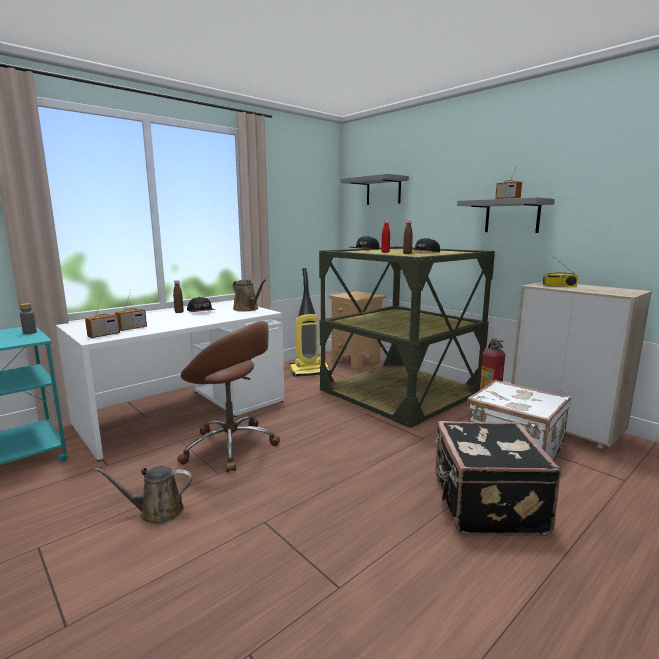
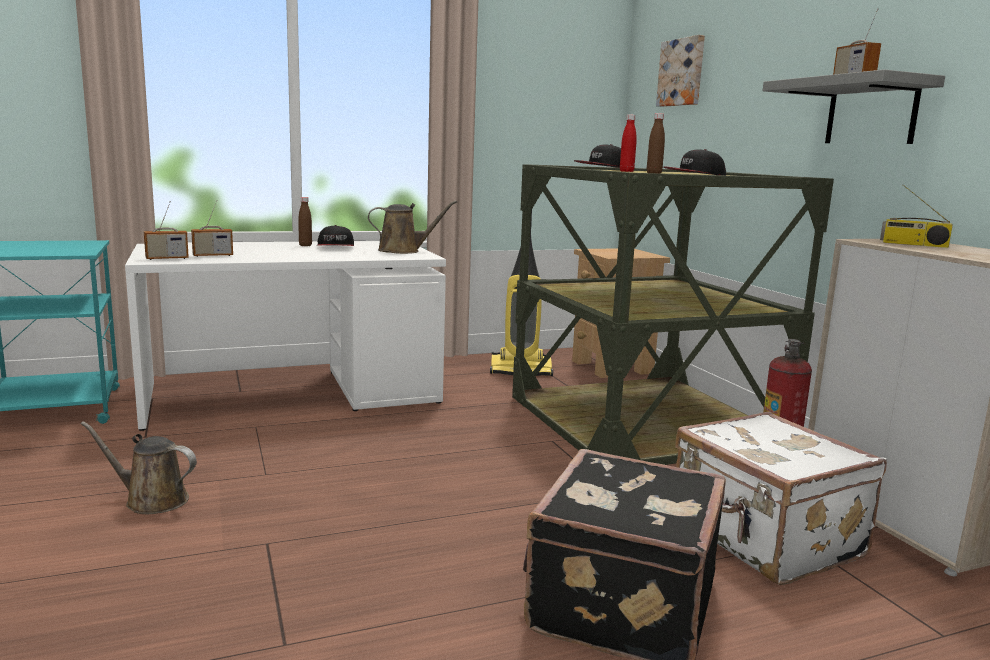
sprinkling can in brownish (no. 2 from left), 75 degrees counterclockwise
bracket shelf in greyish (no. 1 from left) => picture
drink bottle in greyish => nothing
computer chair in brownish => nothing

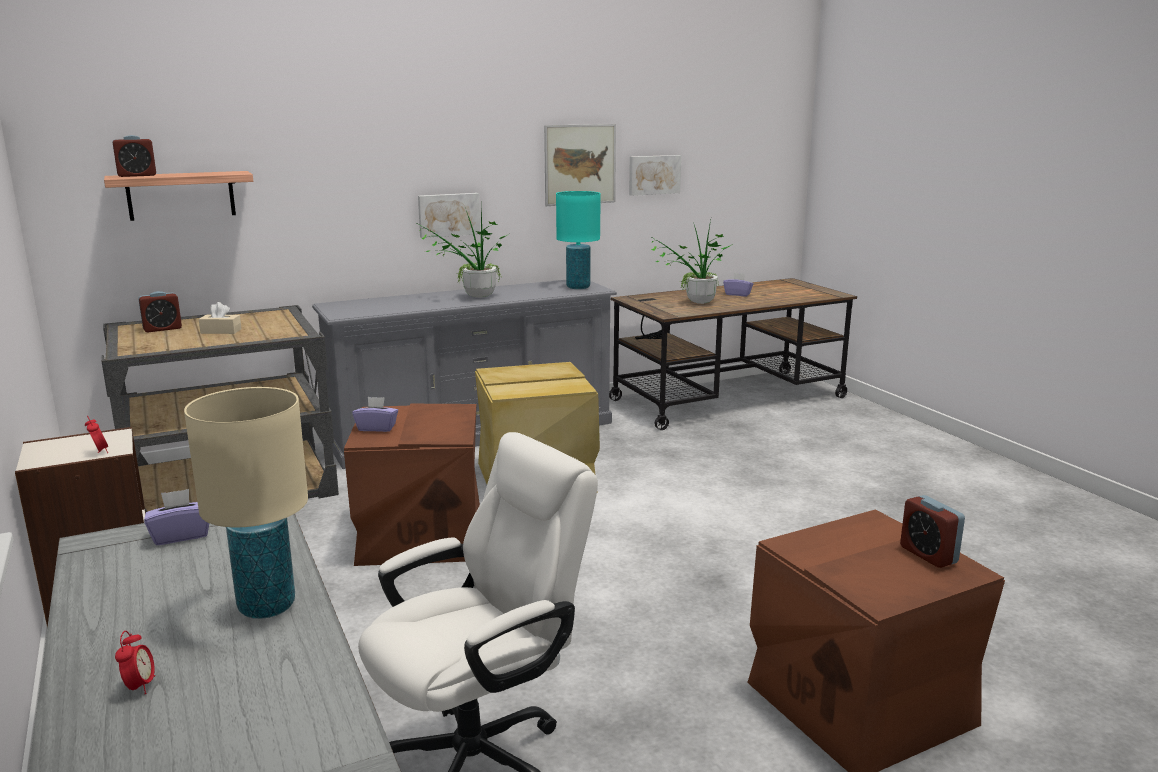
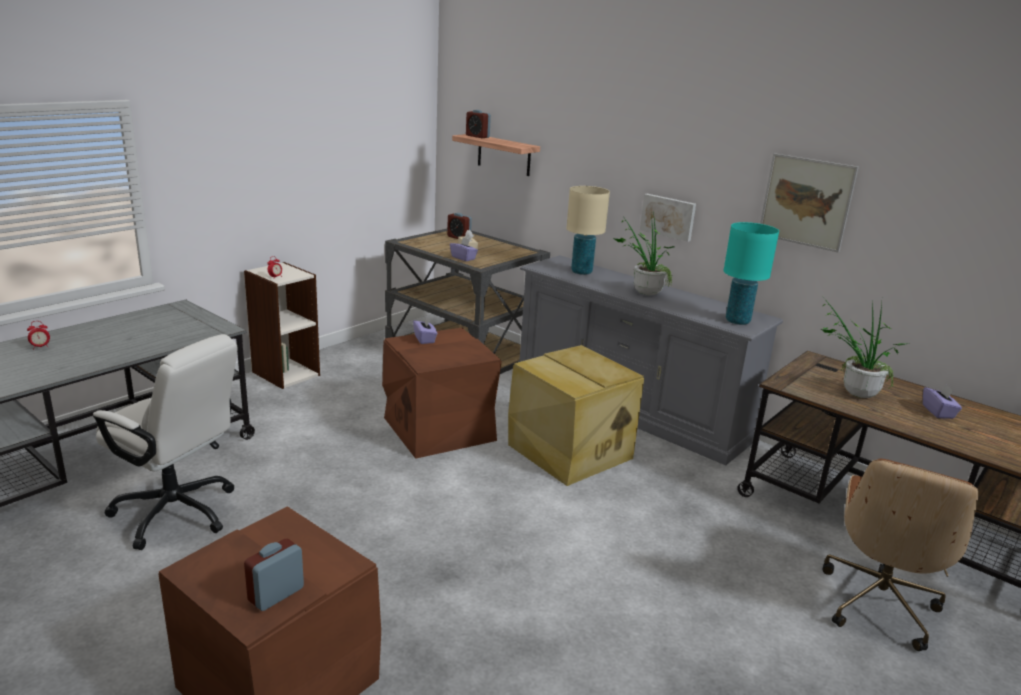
box of tissues in purple-coloured (no. 1 from left in the first image) => box of tissues in purple-coloured (no. 2 from left), relocated
lamp for a table in beige, relocated
nothing => computer chair in brownish
picture (no. 3 from left) => nothing

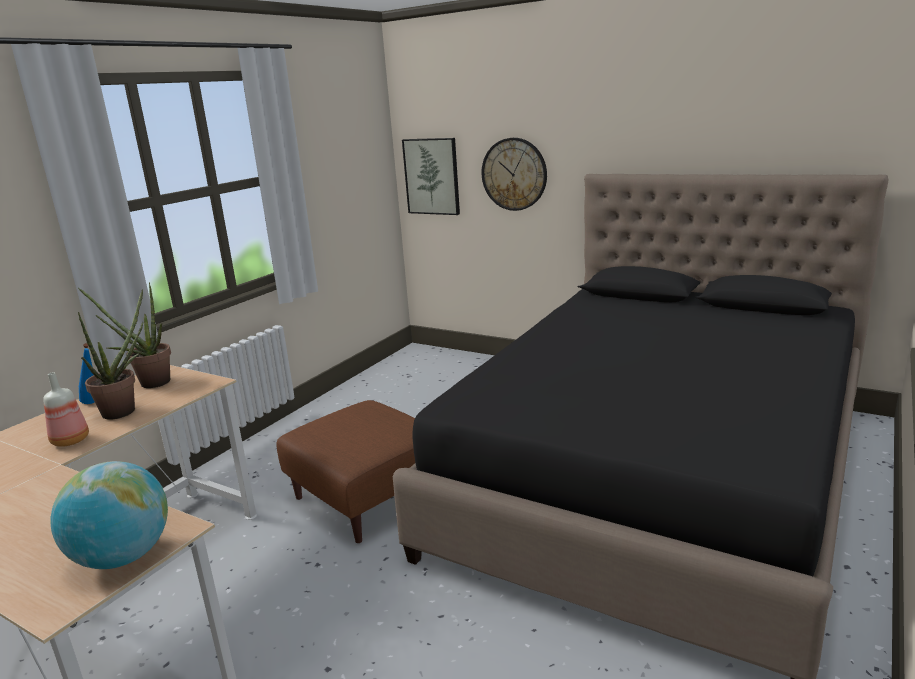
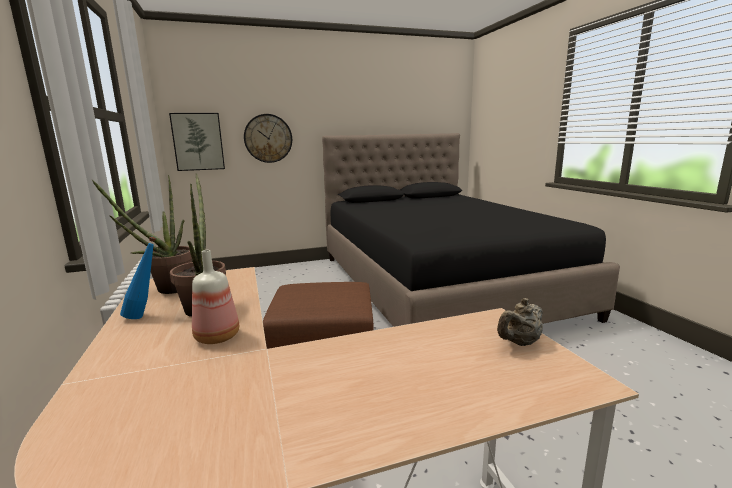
world globe => pot for tea in beige

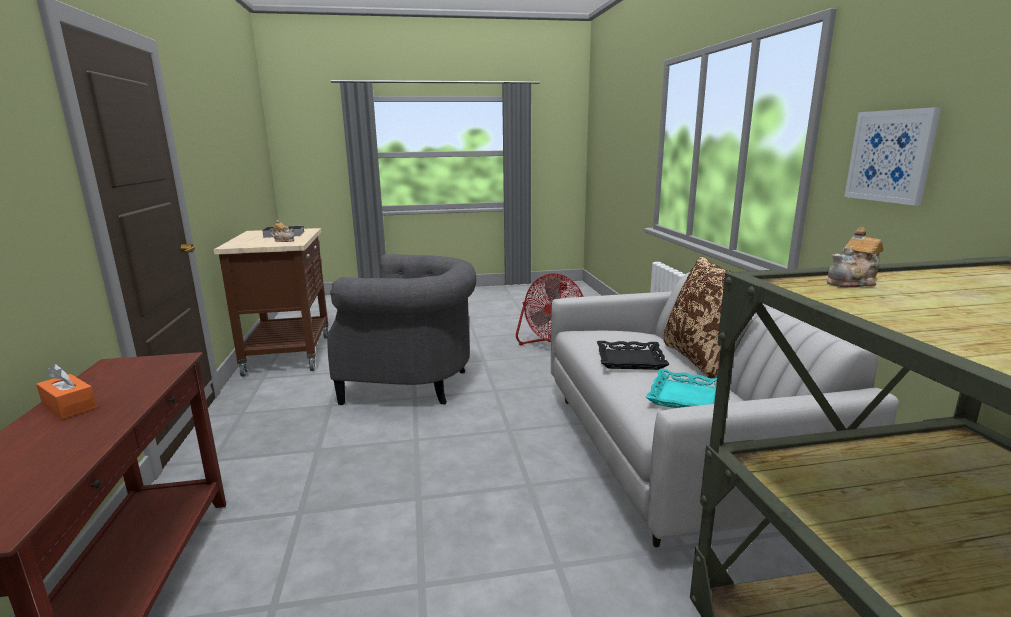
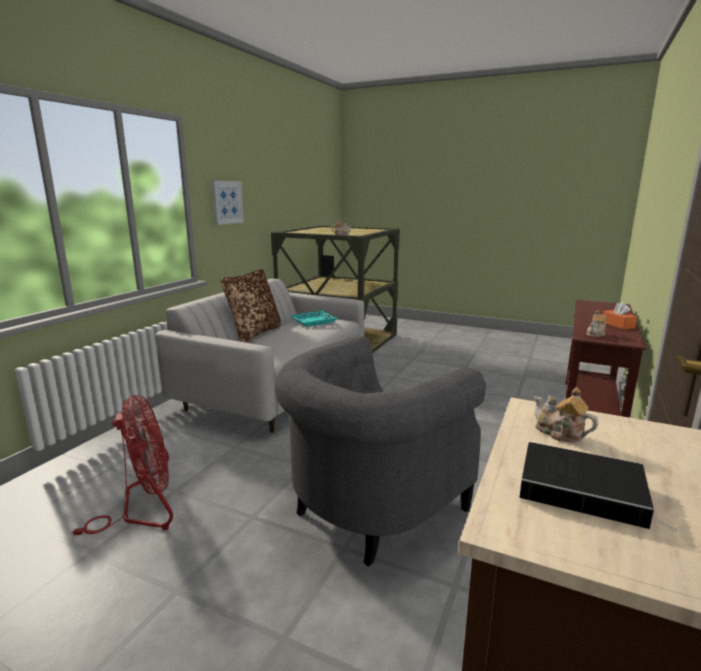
armchair in greyish, 90 degrees counterclockwise
nothing => pot for tea (no. 3 from left)
serving tray in black-coloured => nothing

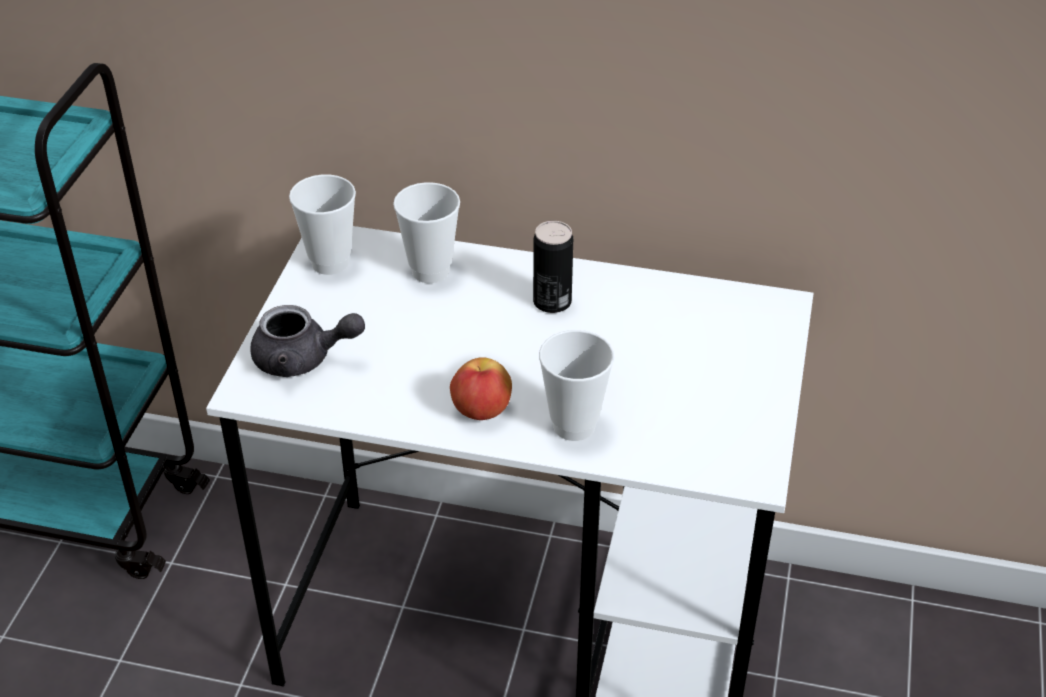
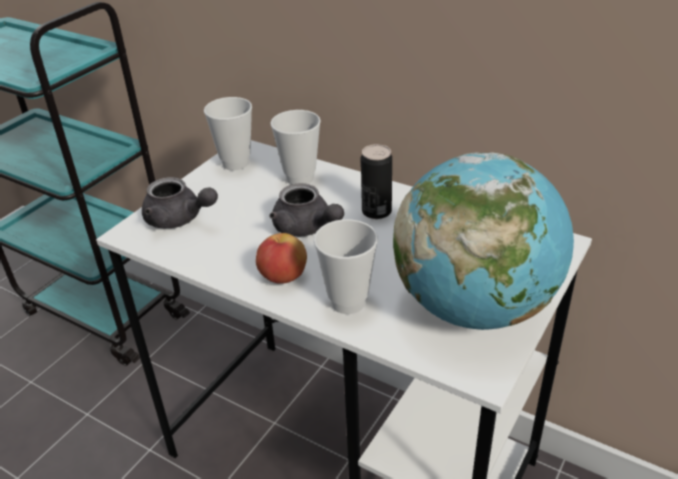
nothing => pot for tea in greyish (no. 2 from left)
nothing => world globe

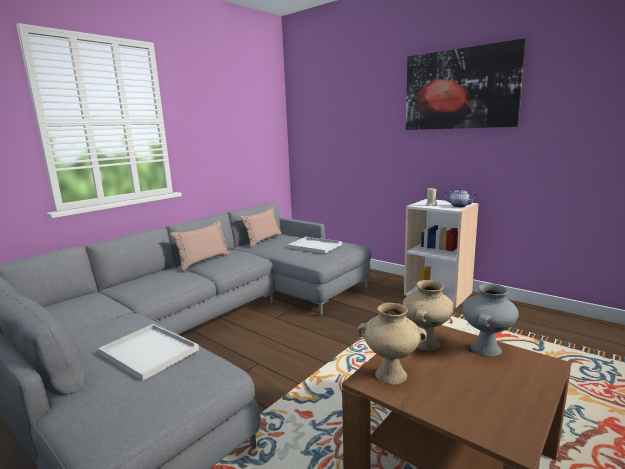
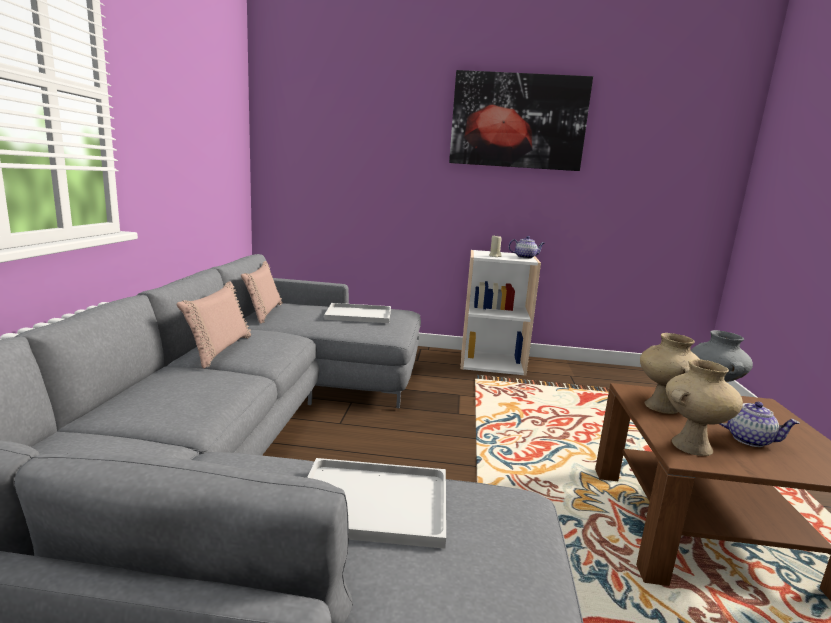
nothing => pot for tea (no. 2 from left)

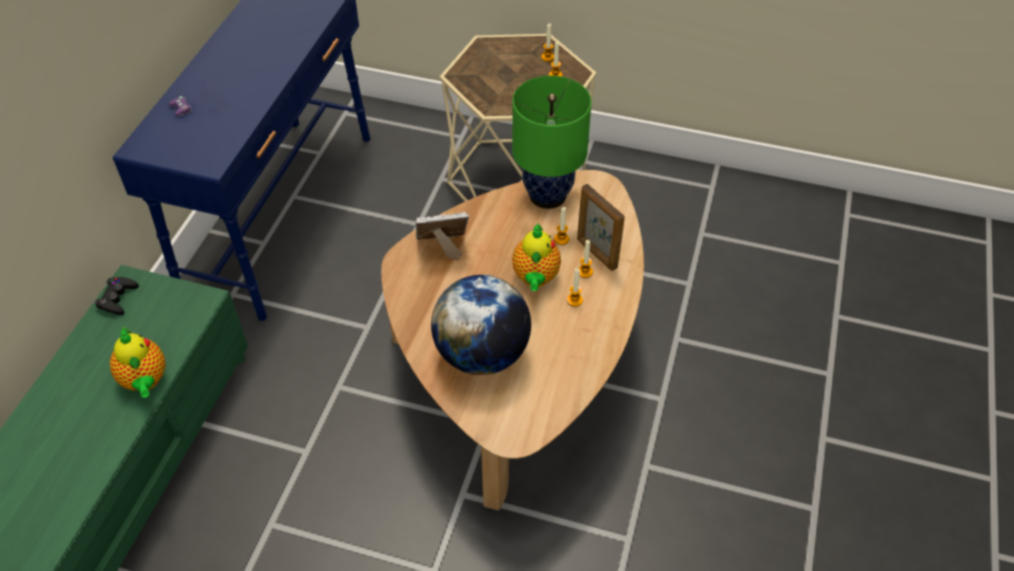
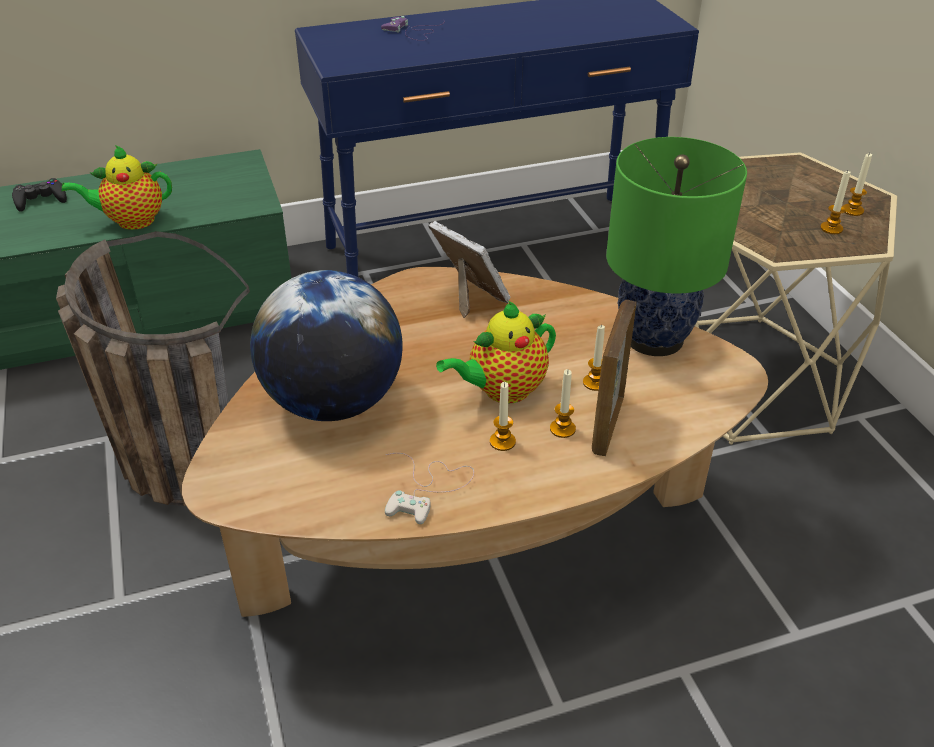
gamepad in black-coloured, relocated
nothing => basket
pot for tea (no. 1 from left), 45 degrees clockwise
nothing => gamepad in whitish

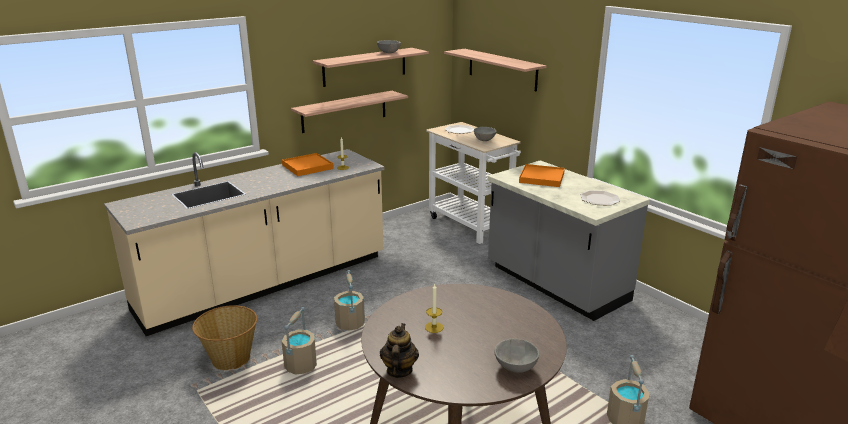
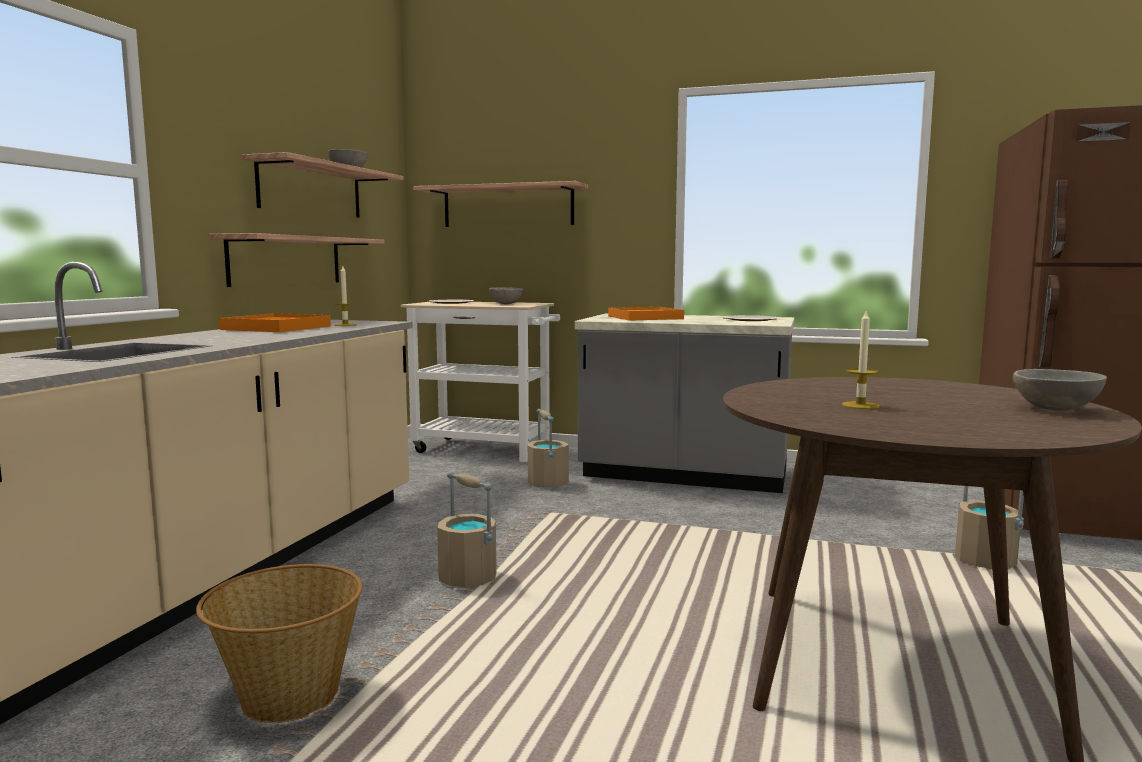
bucket in beige (no. 1 from left in the first image) => bucket in beige (no. 2 from left), relocated
pot for tea => nothing

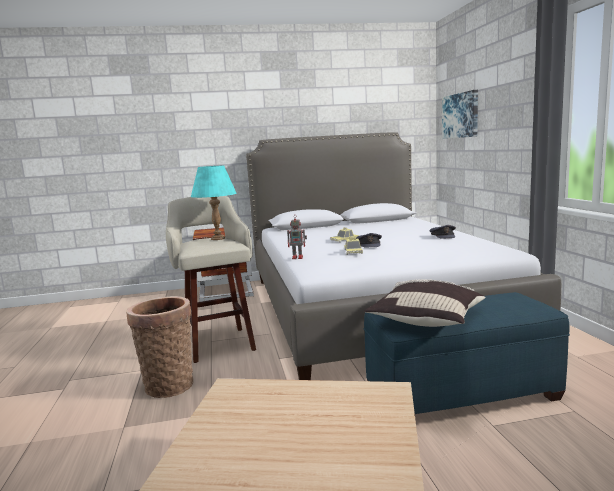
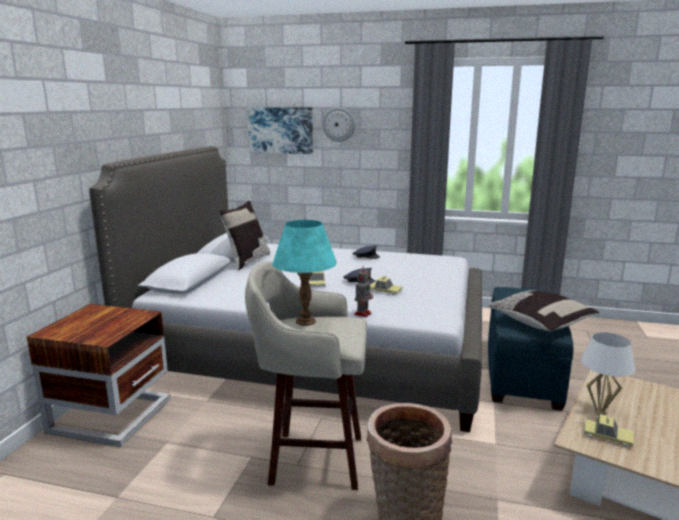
nothing => throw pillow (no. 1 from left)
nothing => wall clock
nothing => lamp for a table in whitish
nothing => model car (no. 3 from left)

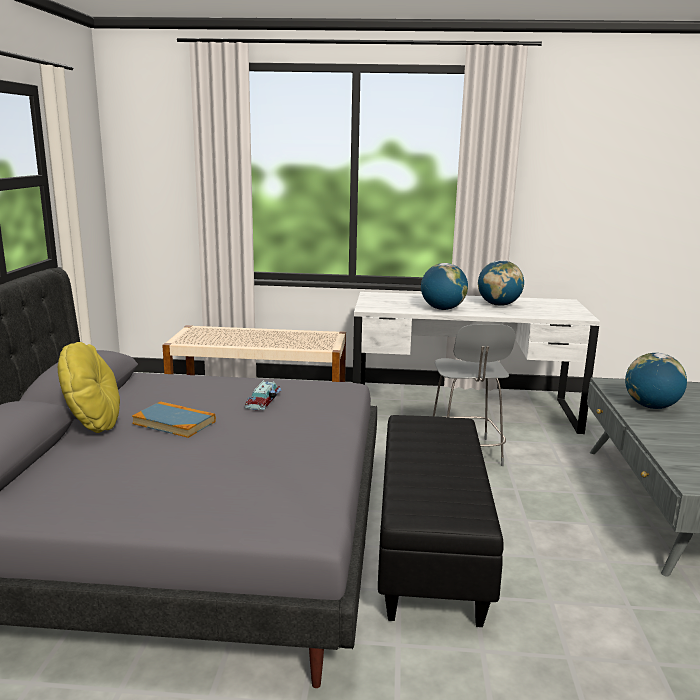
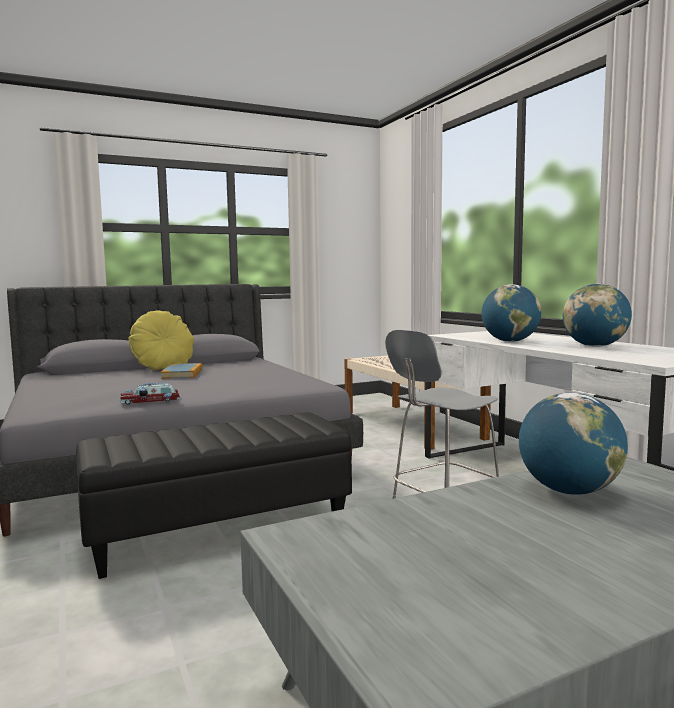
model car, relocated

